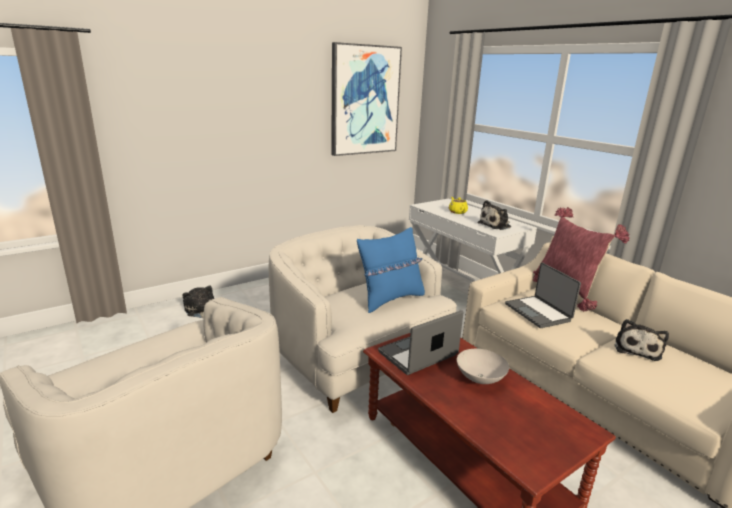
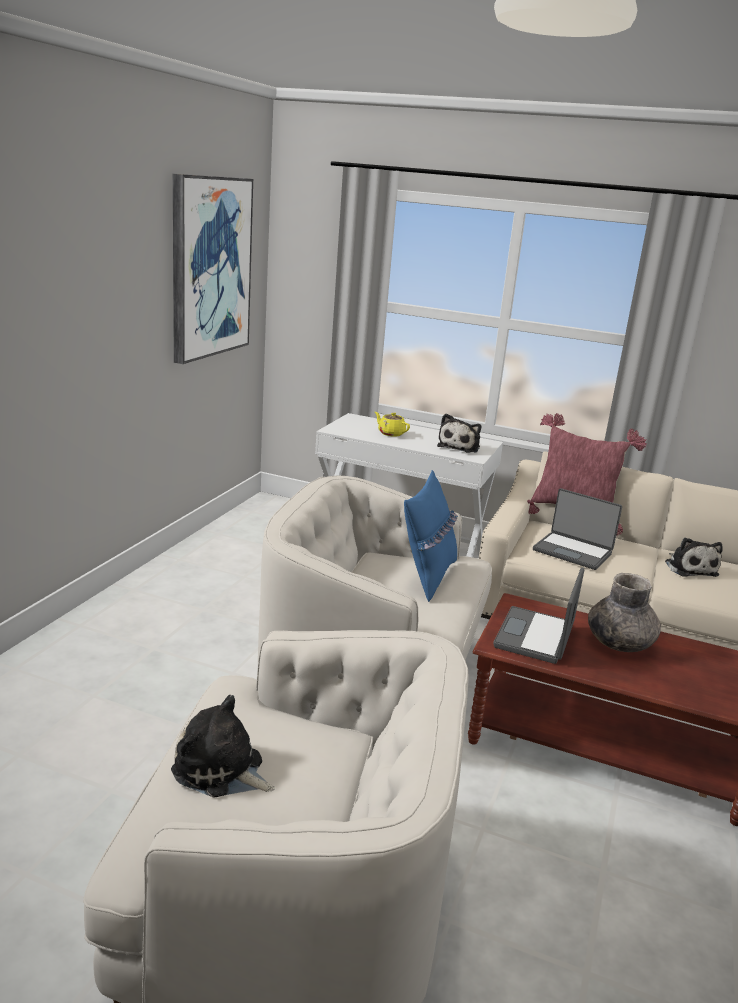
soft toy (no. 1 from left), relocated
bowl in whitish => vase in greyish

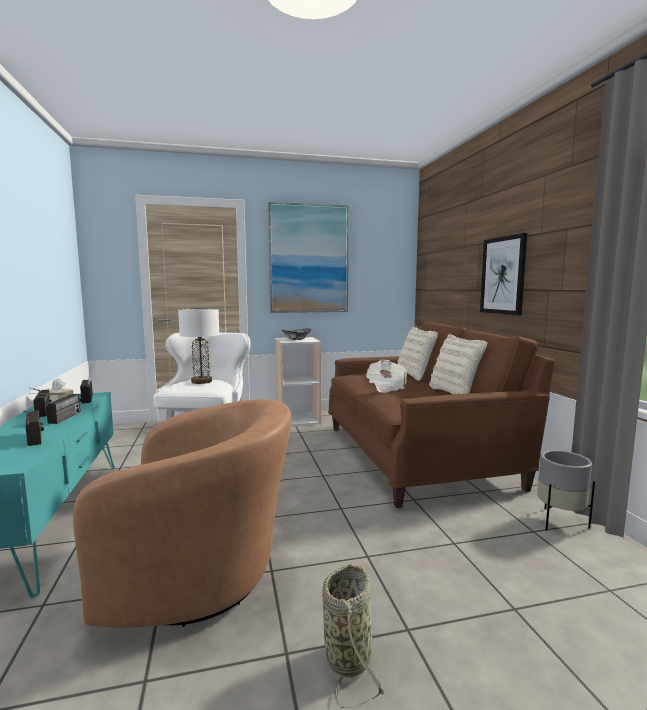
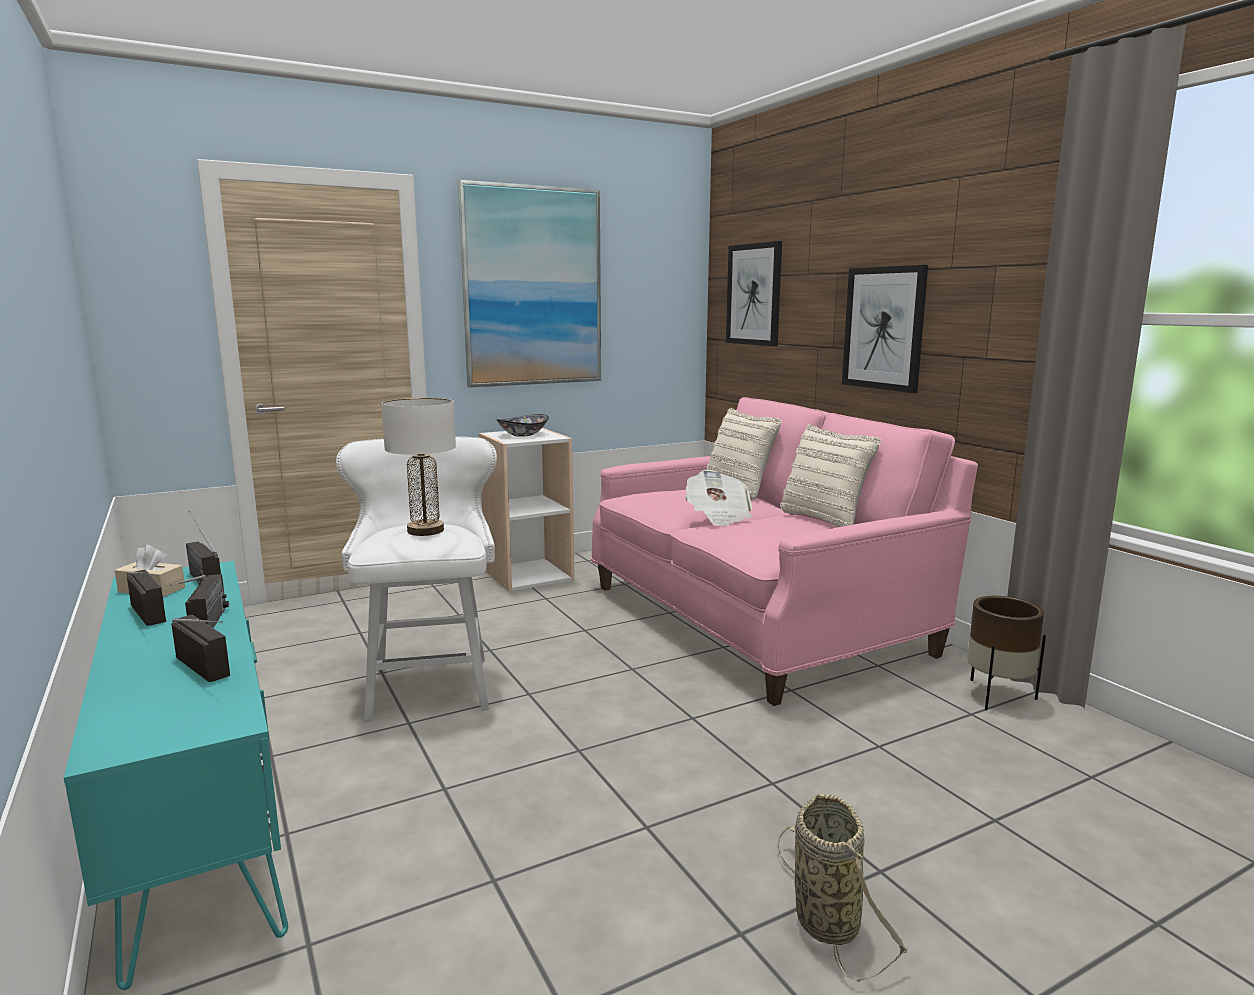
sofa in brownish => sofa in pink
nothing => picture (no. 2 from left)
flower pot in greyish => flower pot in brownish
armchair in brownish => nothing

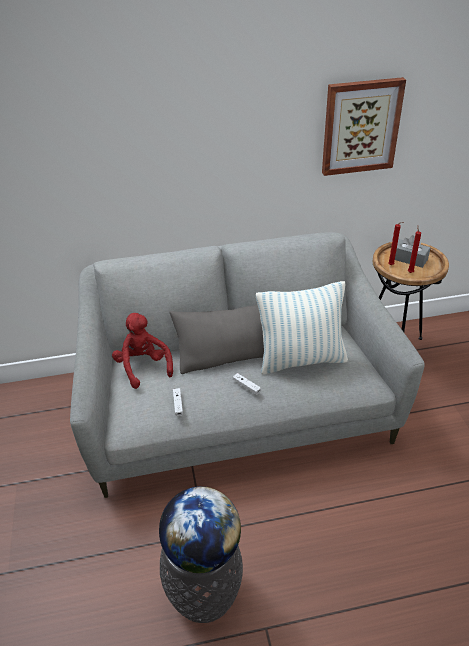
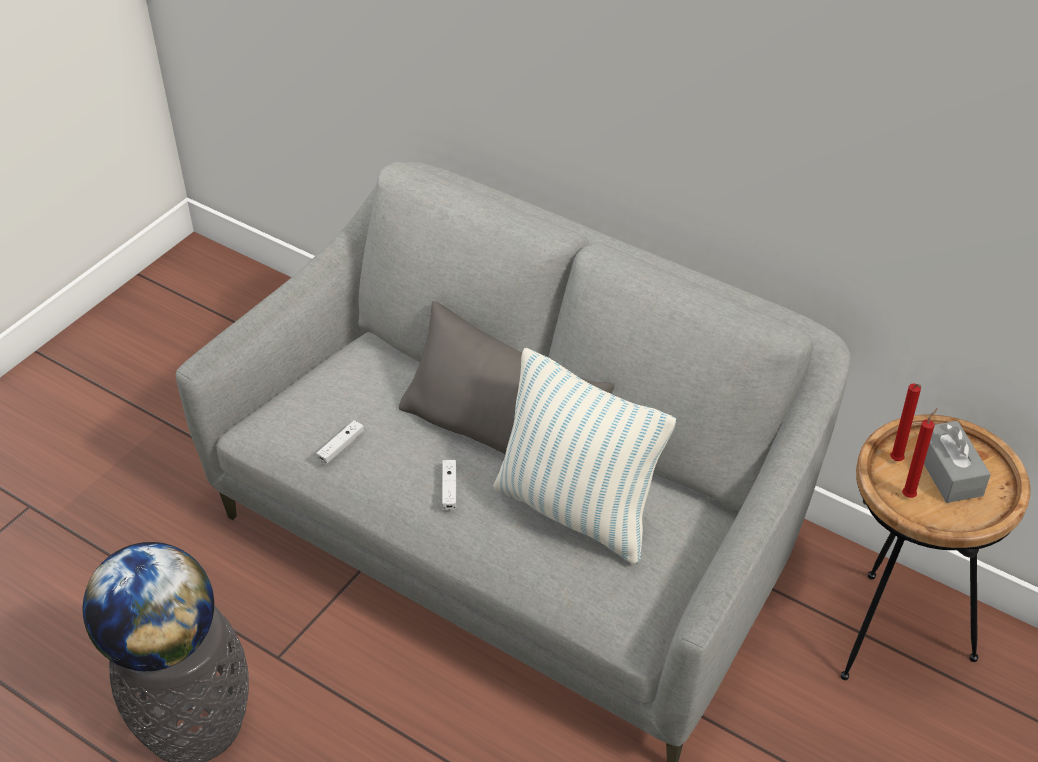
soft toy in reddish => nothing
picture => nothing

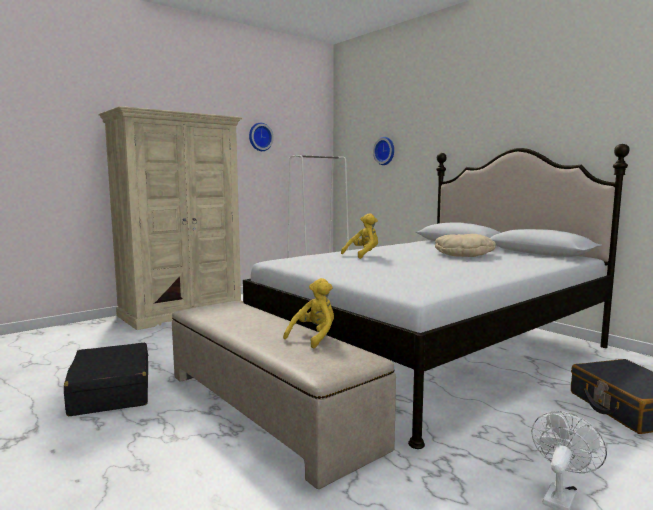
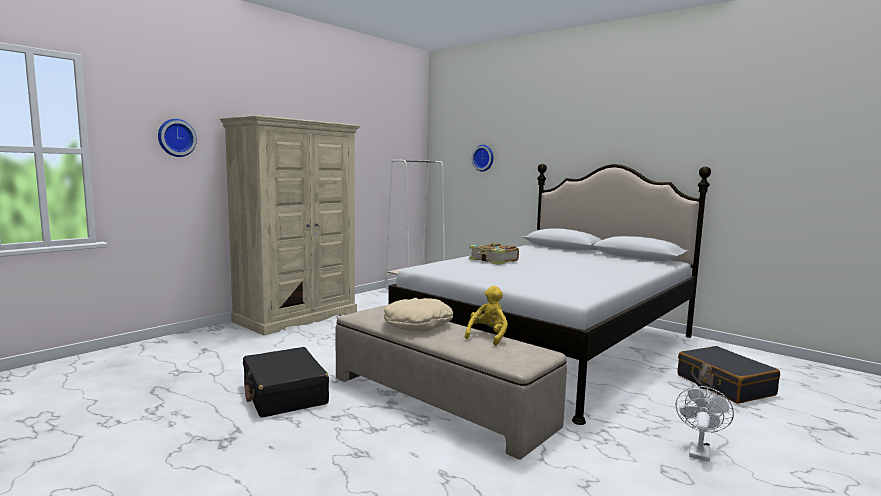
wall clock (no. 1 from left), relocated
throw pillow in beige, relocated
soft toy in yellow-coloured (no. 2 from left) => volume

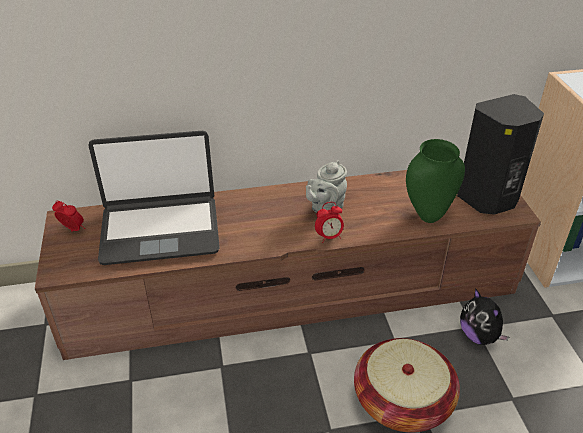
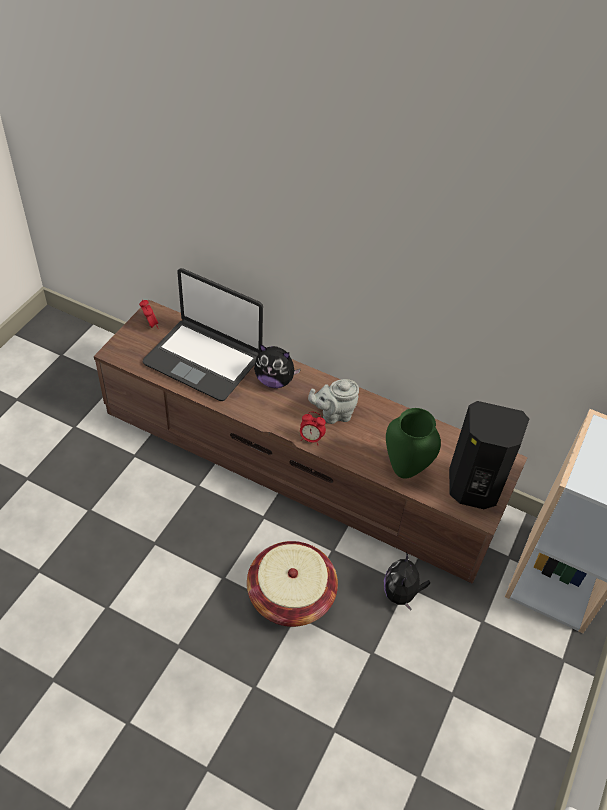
nothing => soft toy (no. 1 from left)

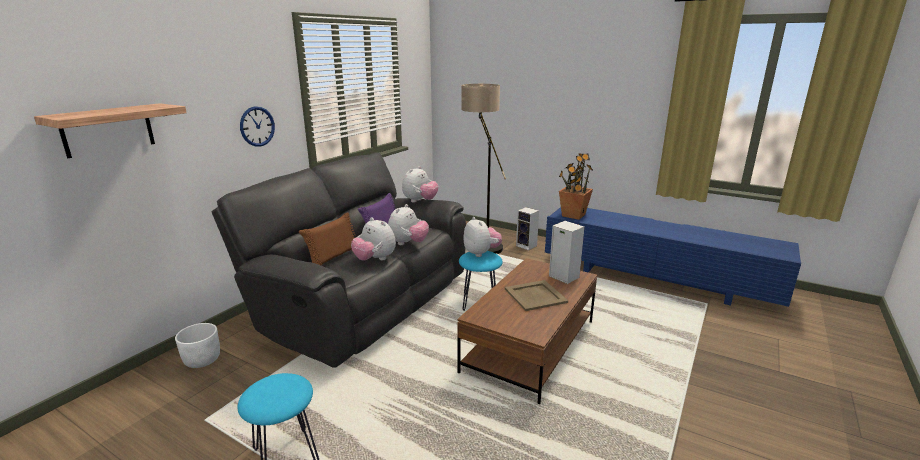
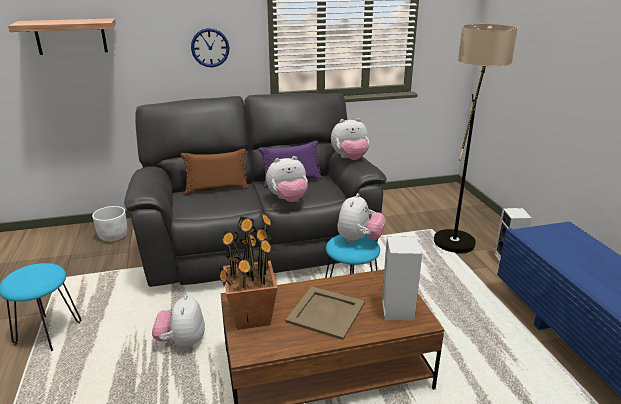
soft toy (no. 1 from left), relocated
houseplant, relocated

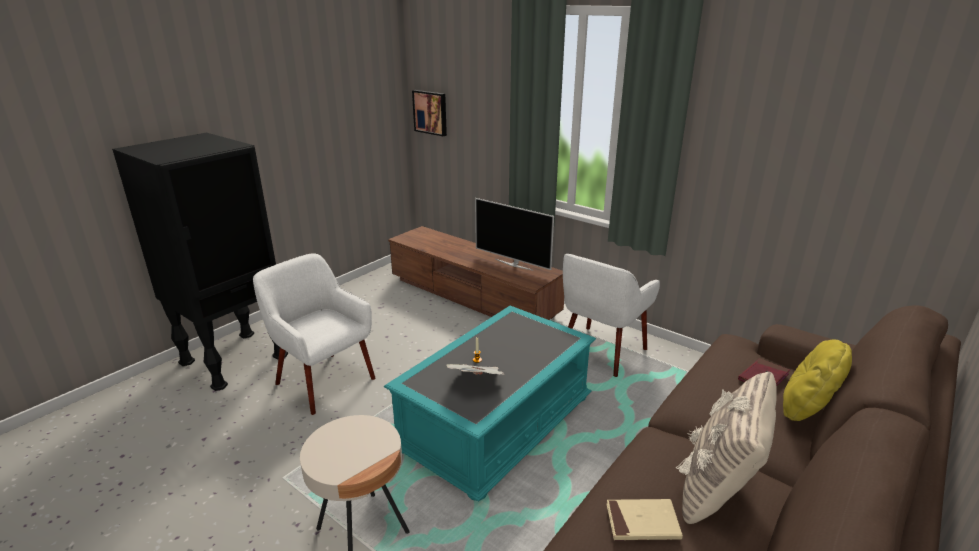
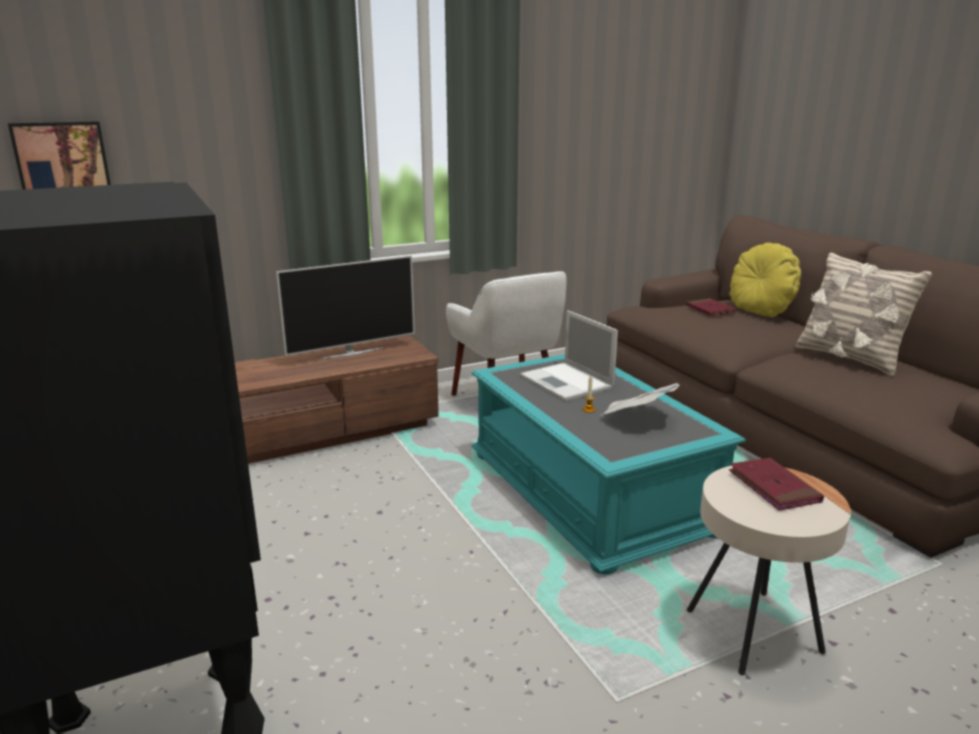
nothing => notebook computer
nothing => volume in reddish (no. 2 from left)
armchair in whitish (no. 1 from left) => nothing
volume in beige => nothing

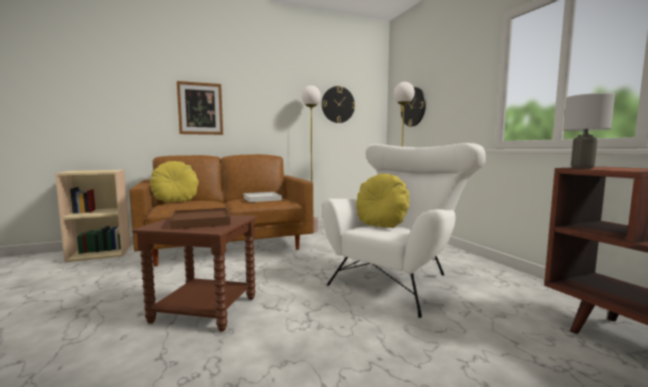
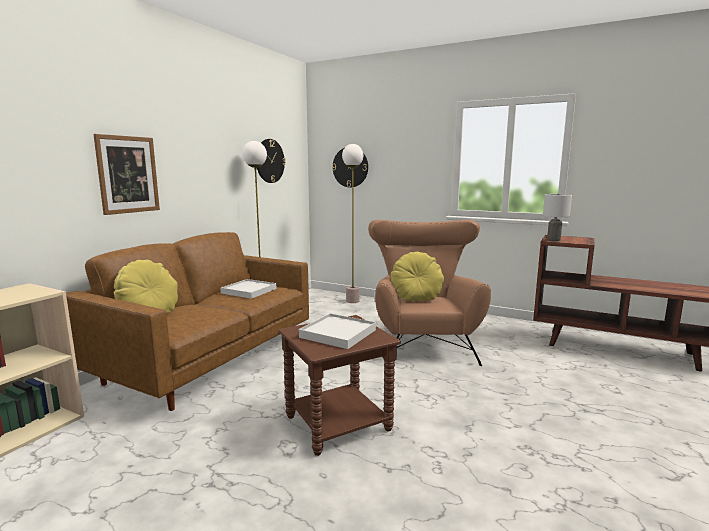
serving tray in brownish => serving tray in whitish (no. 2 from left)
armchair in whitish => armchair in brownish

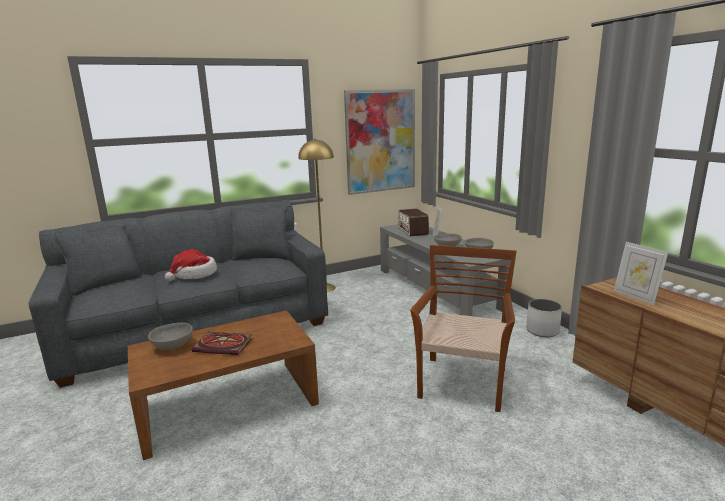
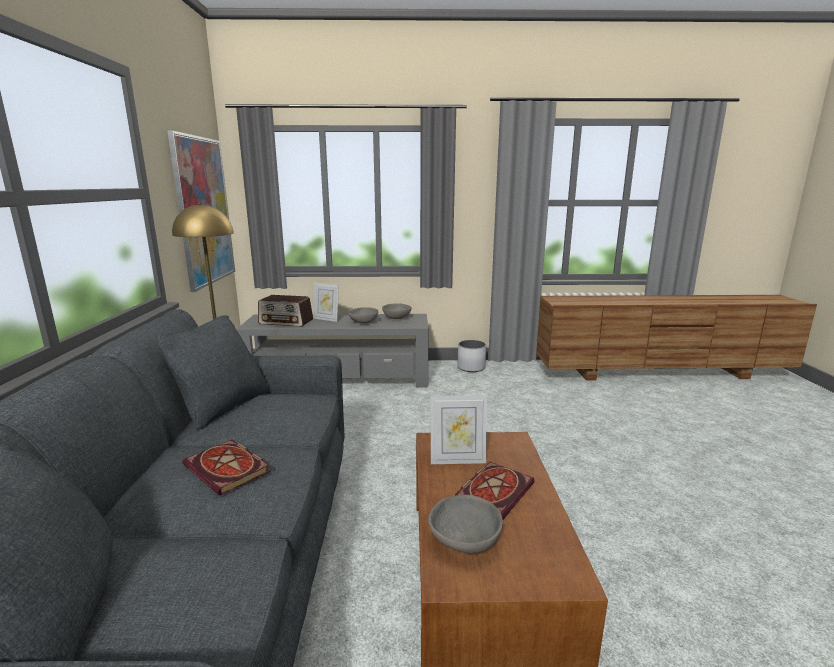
wearable hat => volume (no. 1 from left)
picture frame (no. 2 from left), relocated
armchair in brownish => nothing

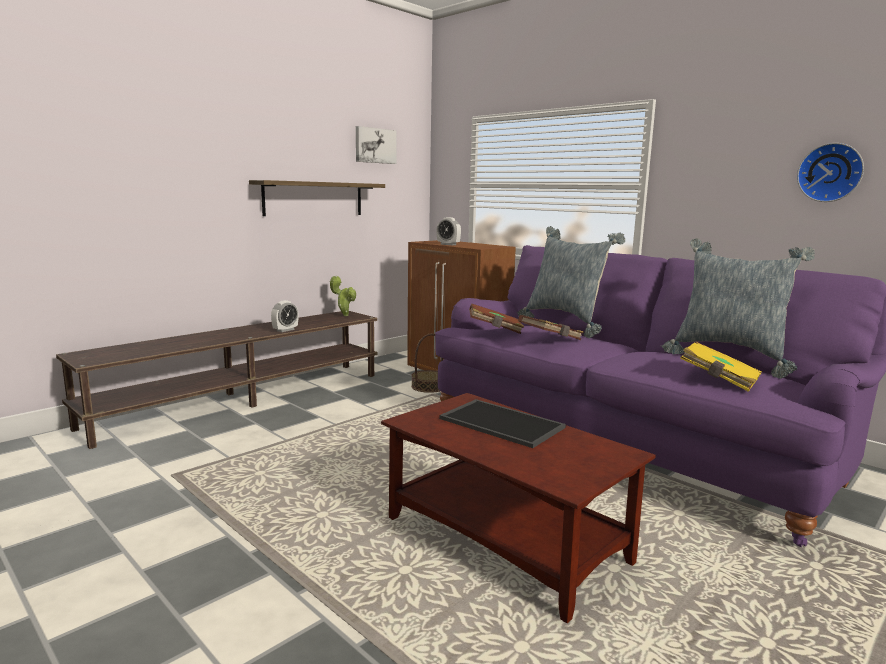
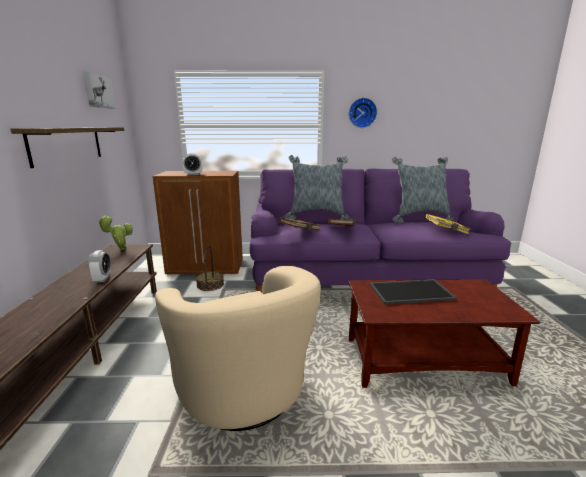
nothing => armchair in beige
wall clock, relocated

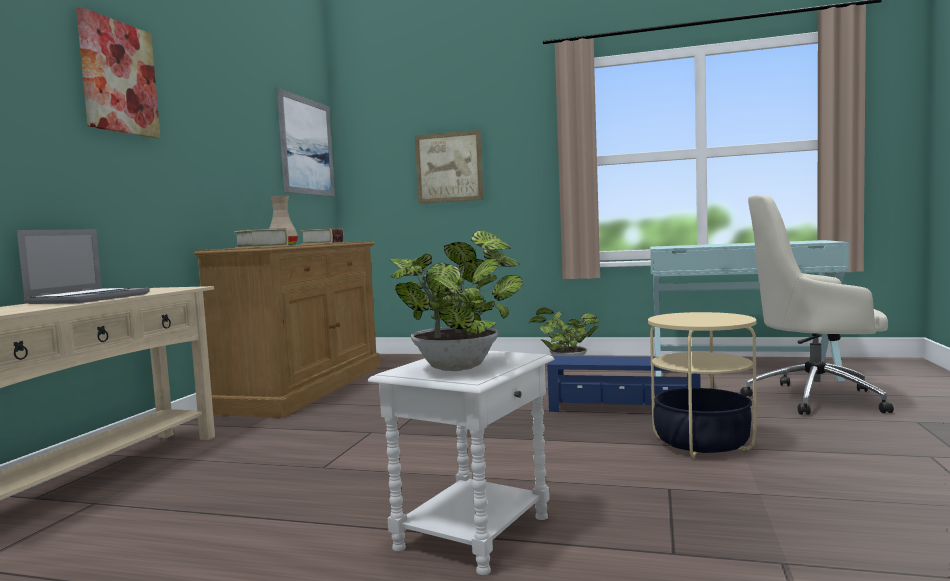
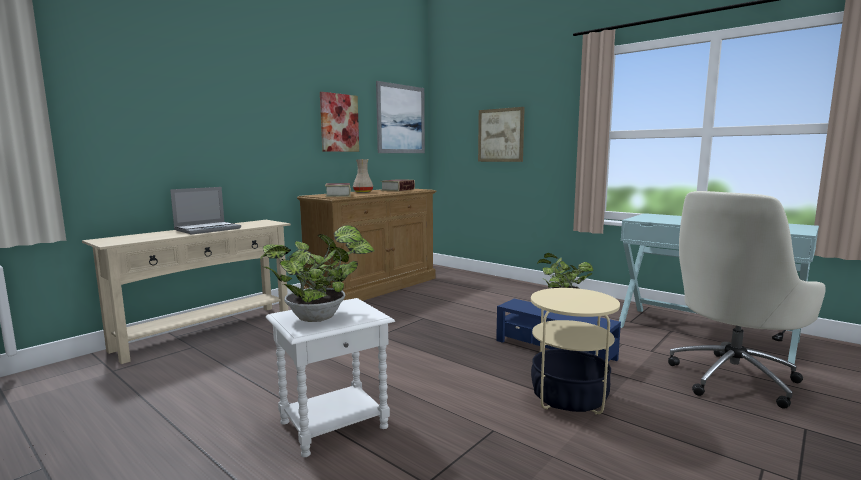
picture (no. 1 from left), relocated
computer chair in beige, 75 degrees counterclockwise

